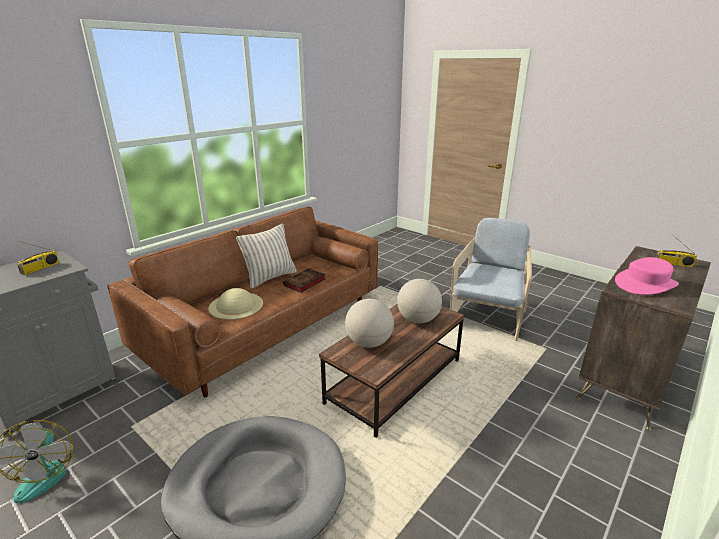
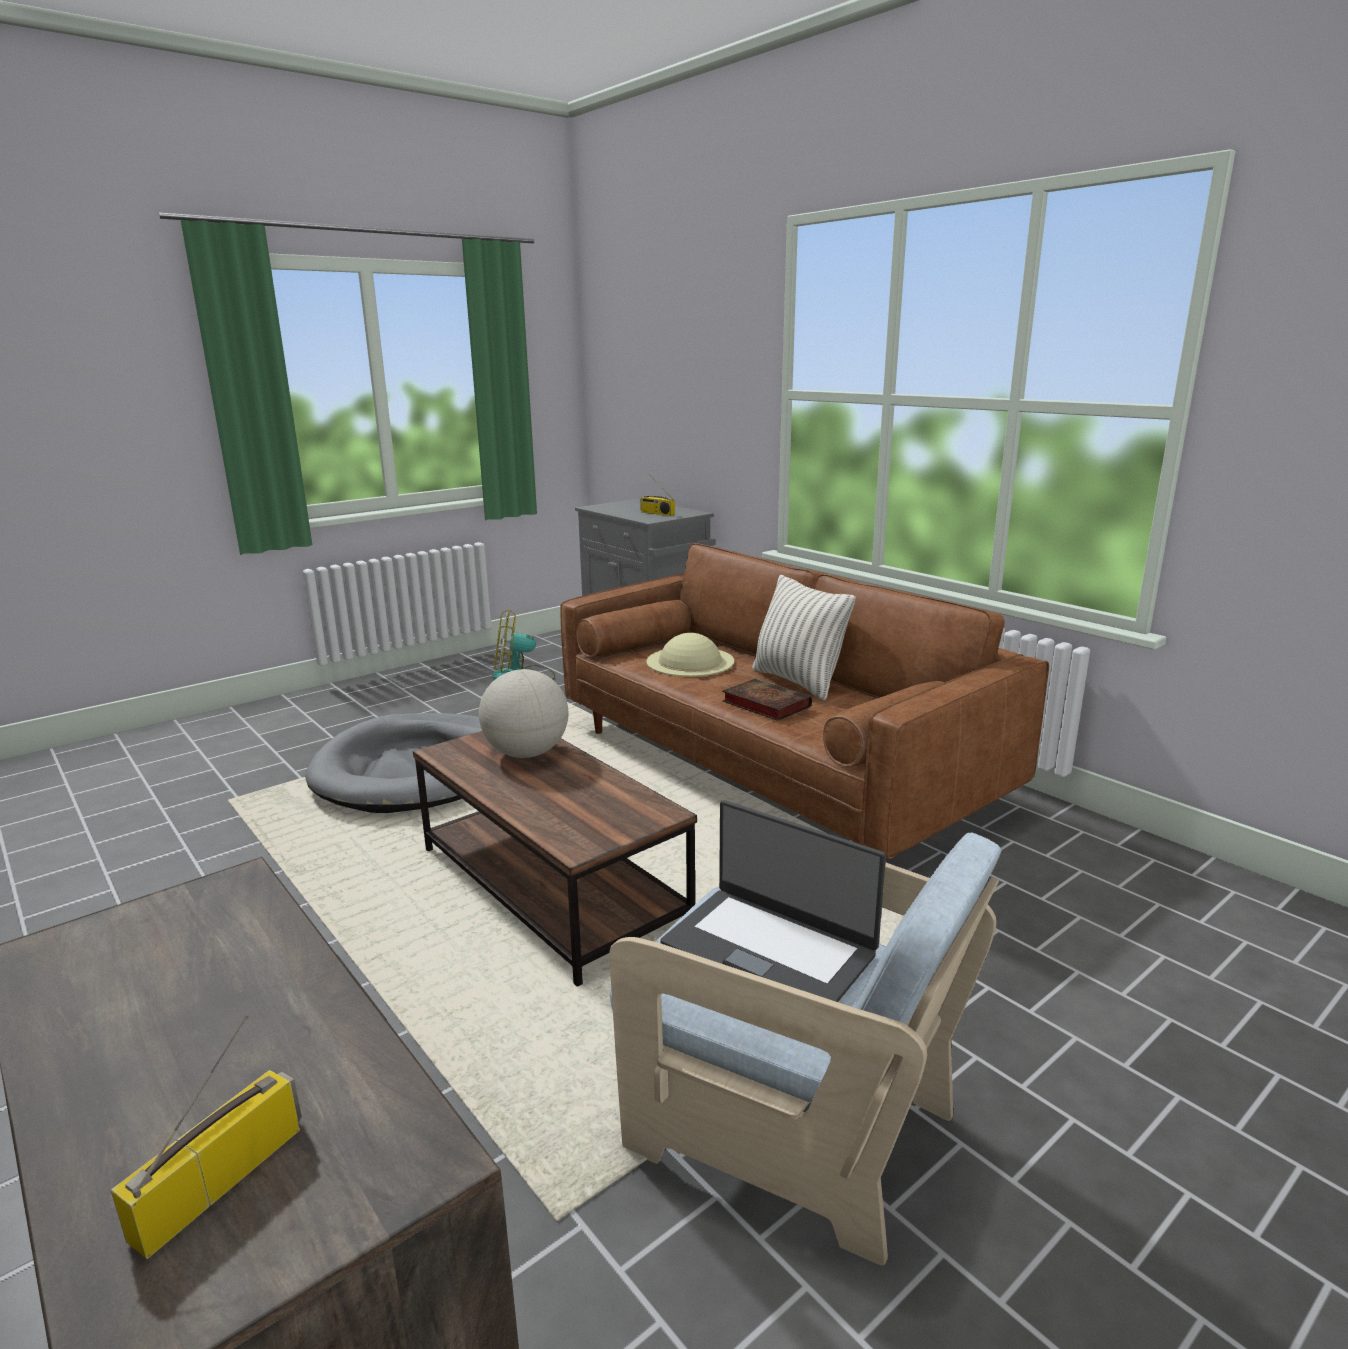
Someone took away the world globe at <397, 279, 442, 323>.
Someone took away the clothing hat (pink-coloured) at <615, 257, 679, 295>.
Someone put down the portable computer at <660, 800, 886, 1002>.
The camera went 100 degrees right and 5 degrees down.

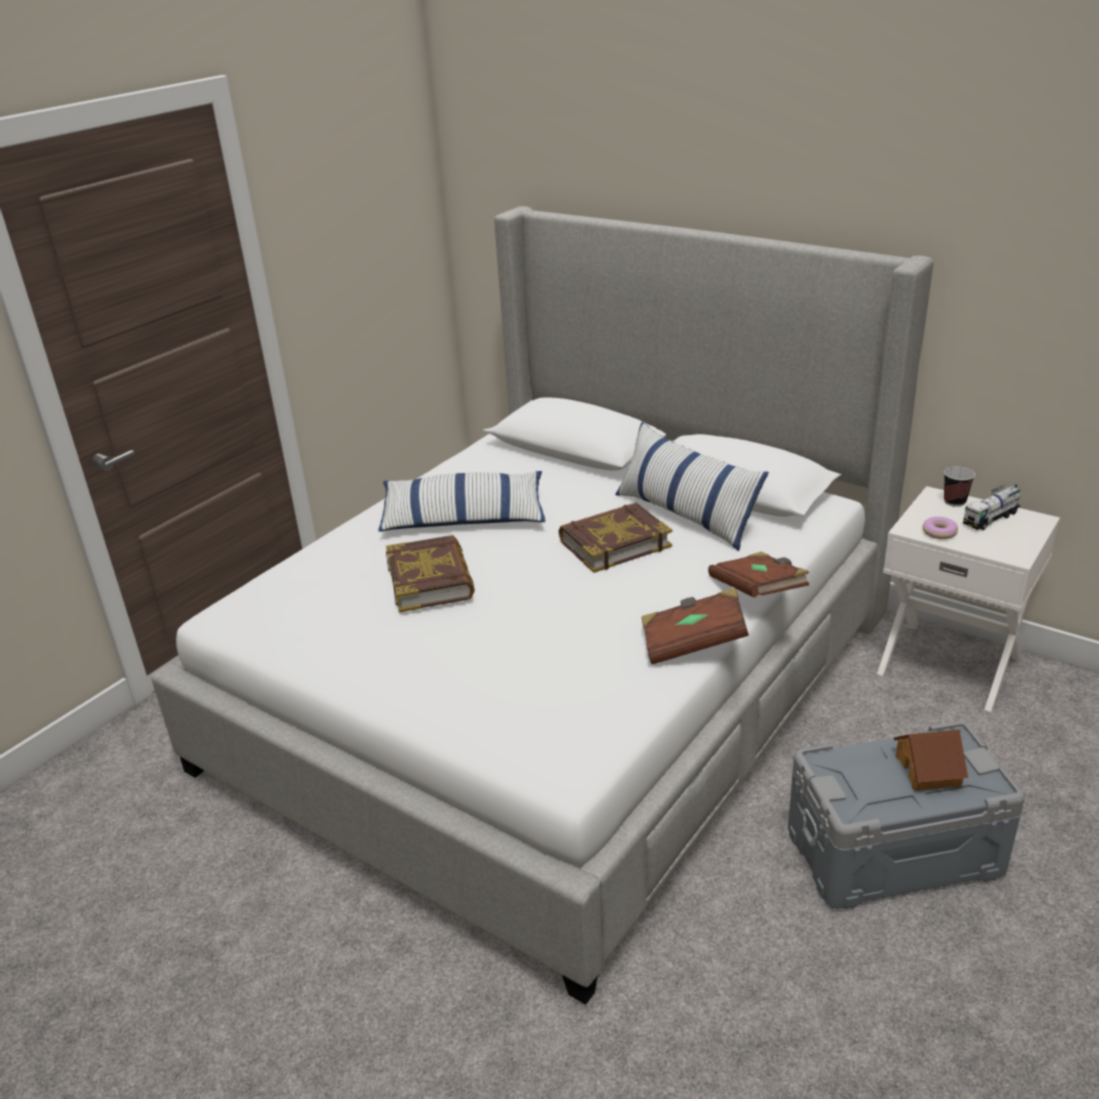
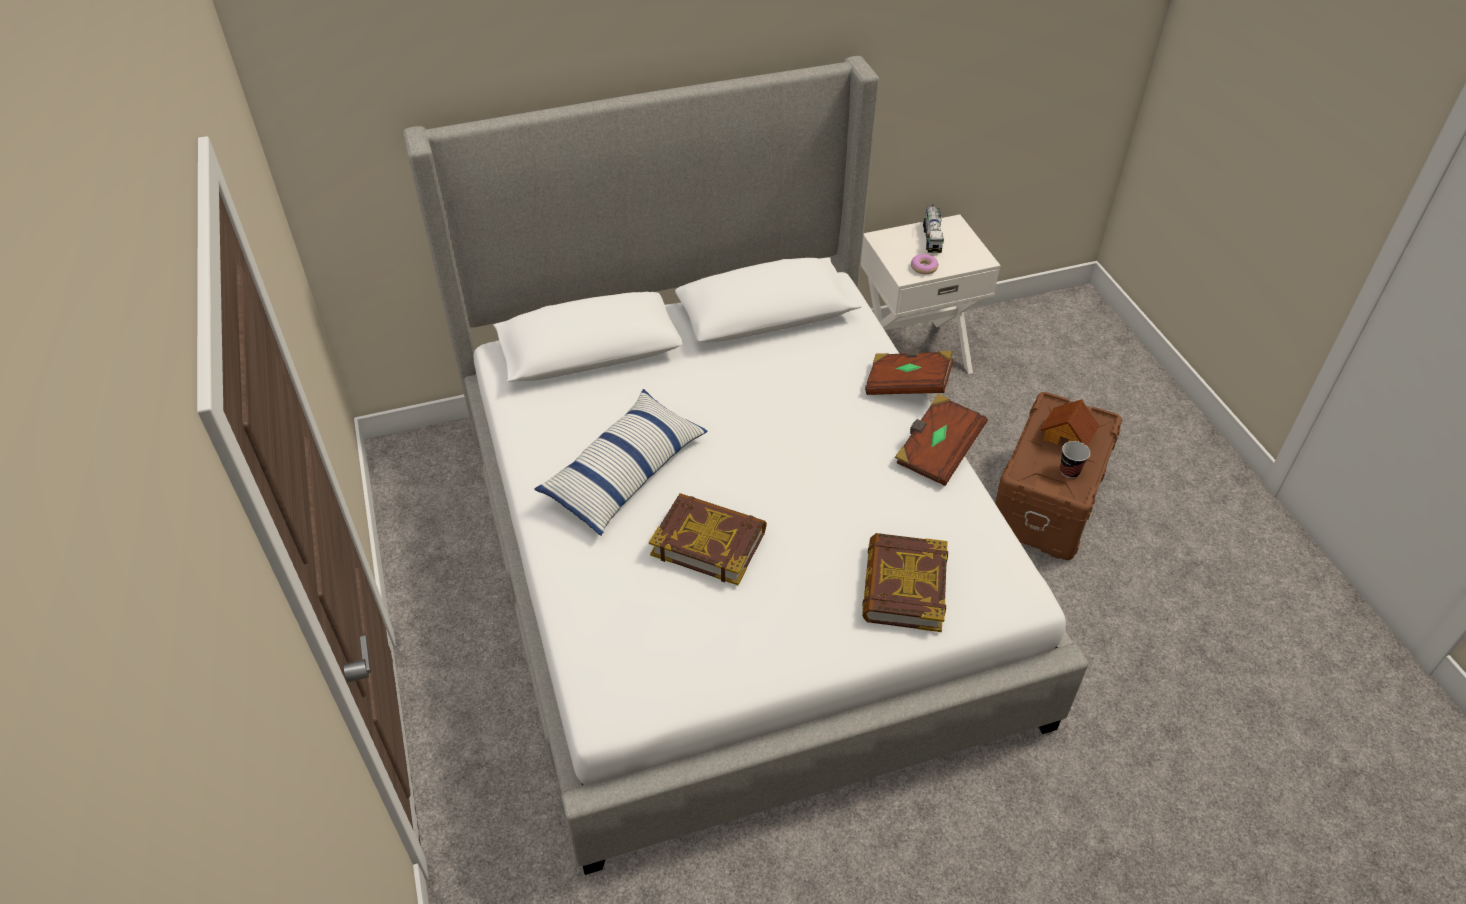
Someone carried the book from <559, 503, 672, 573> to <862, 533, 948, 632>.
Someone took away the throw pillow at <615, 422, 769, 551>.
Someone repainted the storage container (grey) at <788, 722, 1025, 909>, which became the storage container (brown) at <995, 392, 1122, 560>.
Someone carried the small cup from <944, 466, 975, 507> to <1060, 441, 1090, 478>.
The camera went 55 degrees left and 15 degrees up.

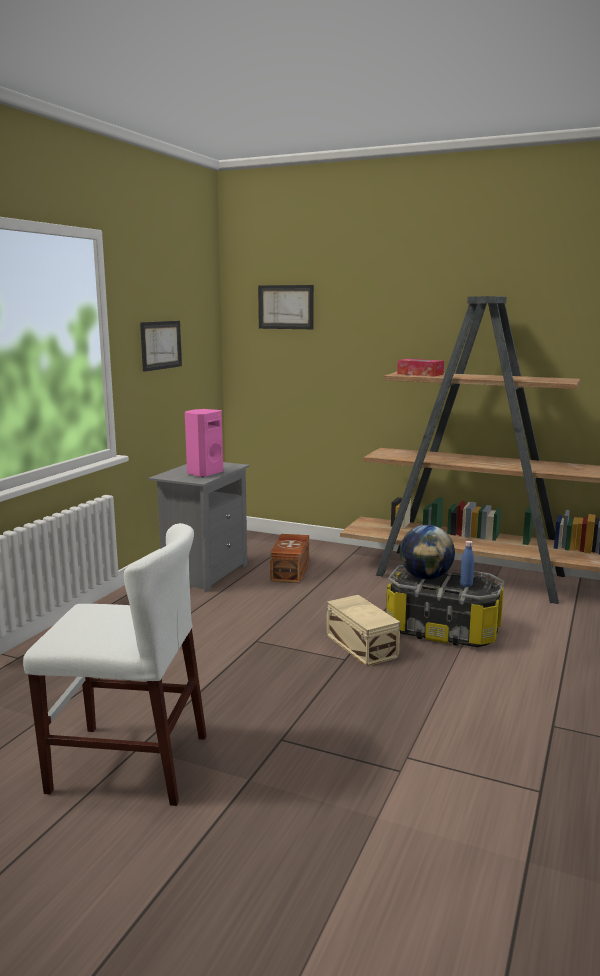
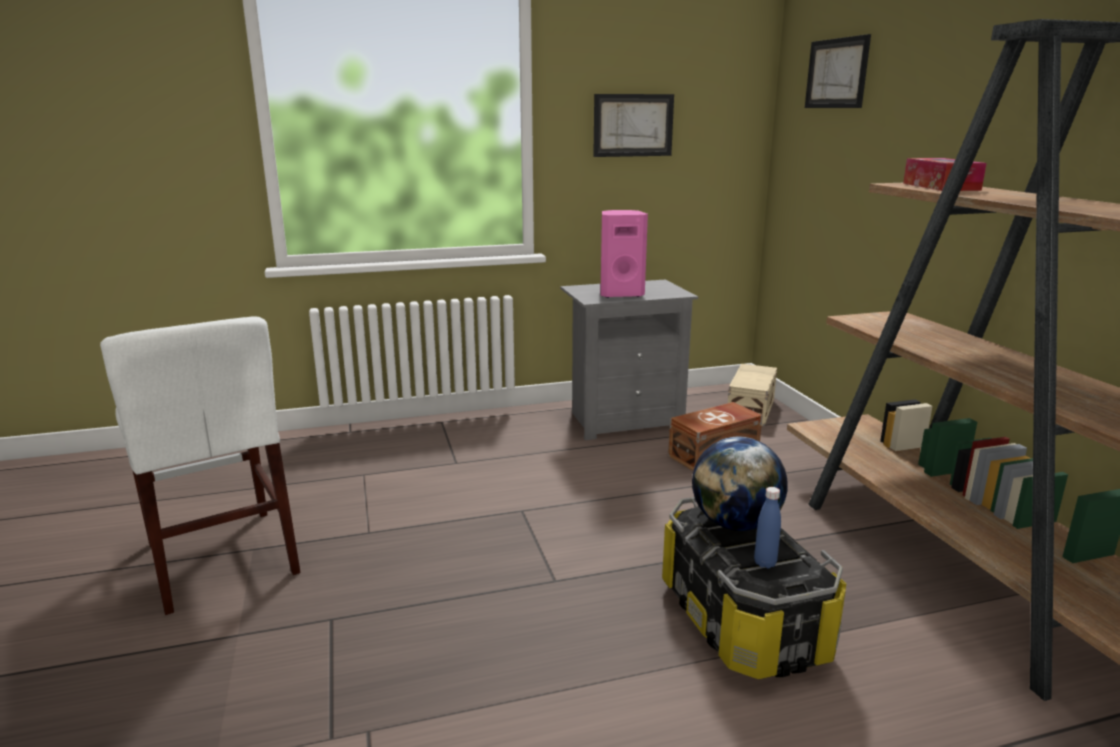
Someone carried the storage container (beige-coloured) from <327, 595, 400, 667> to <728, 364, 777, 427>.
The camera went 50 degrees right and 5 degrees up.

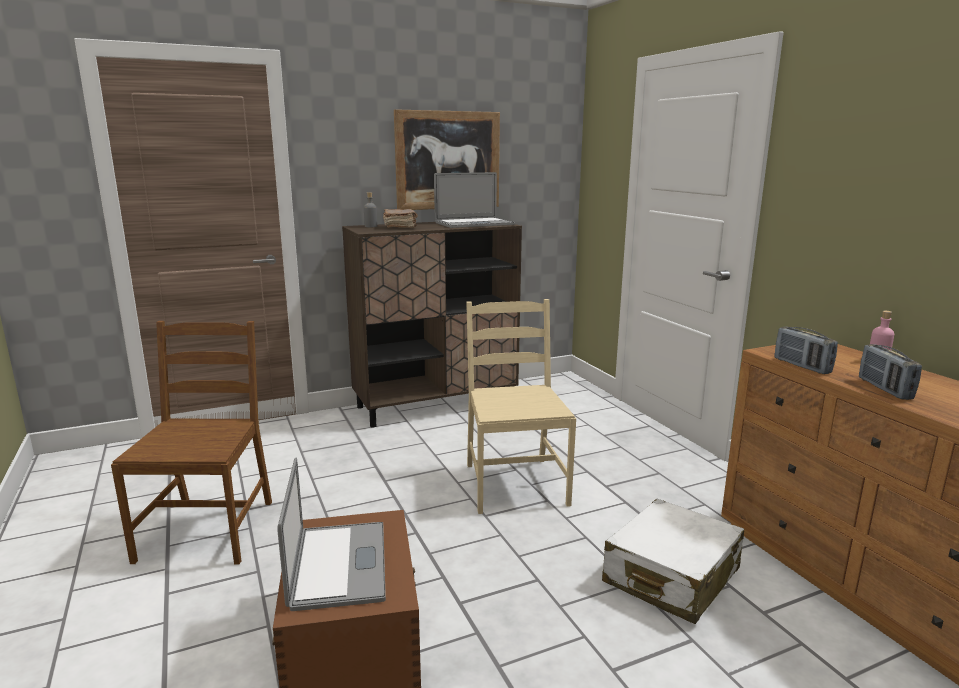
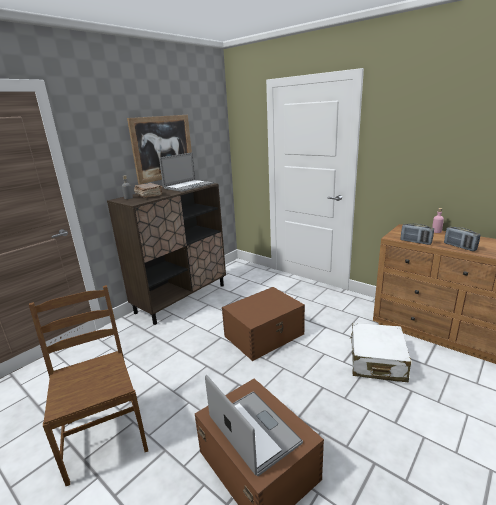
Someone swapped the plain chair (beige-coloured) at <466, 299, 576, 514> for the storage container (brown) at <222, 287, 305, 361>.
The camera went 25 degrees left and 5 degrees up.

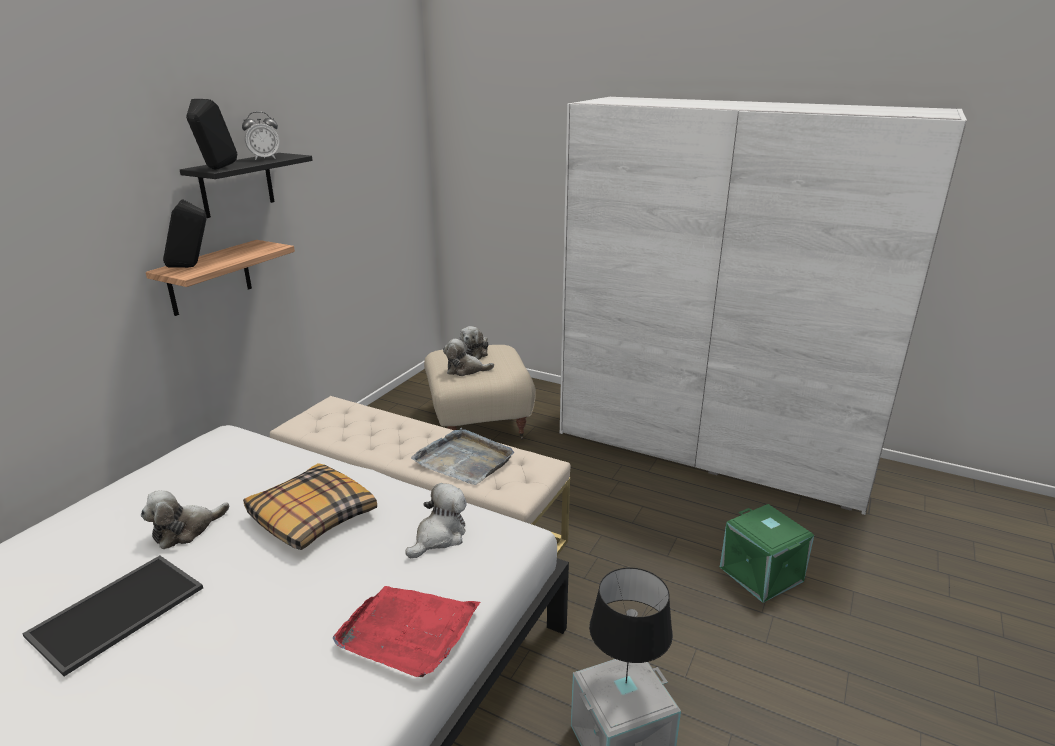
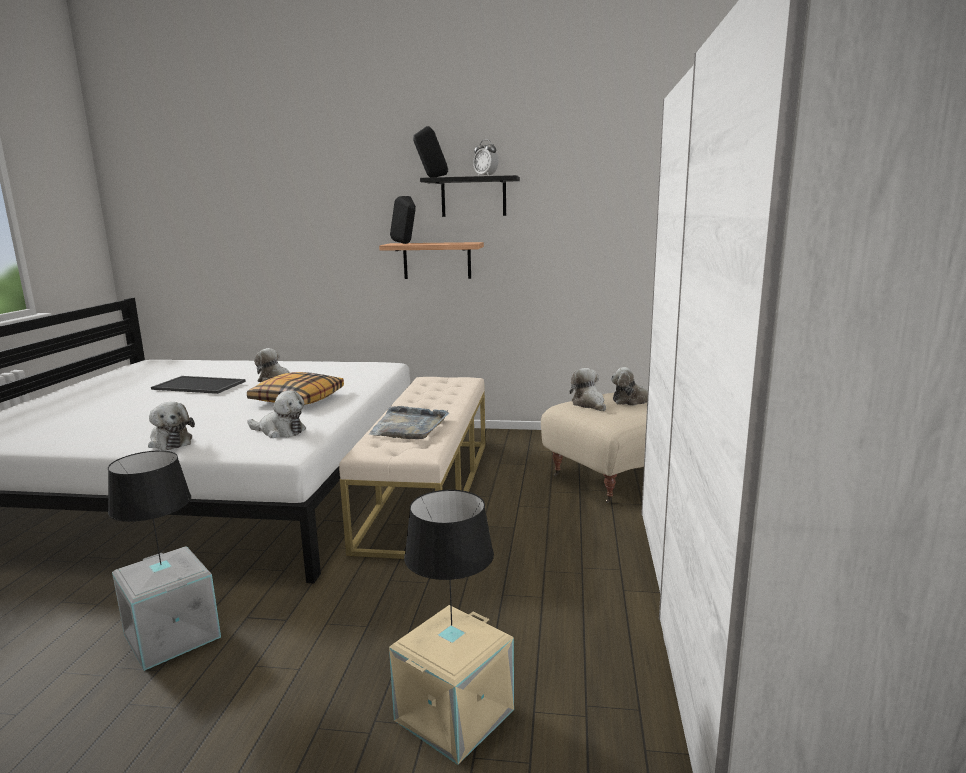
Someone swapped the serving tray (red-coloured) at <333, 586, 480, 677> for the soft toy at <148, 402, 195, 450>.
Someone repainted the storage container (green) at <720, 504, 814, 603>, which became the storage container (beige-coloured) at <389, 605, 514, 765>.
Someone put down the table lamp (blackish) at <404, 490, 494, 626>.
The camera went 70 degrees right and 10 degrees down.

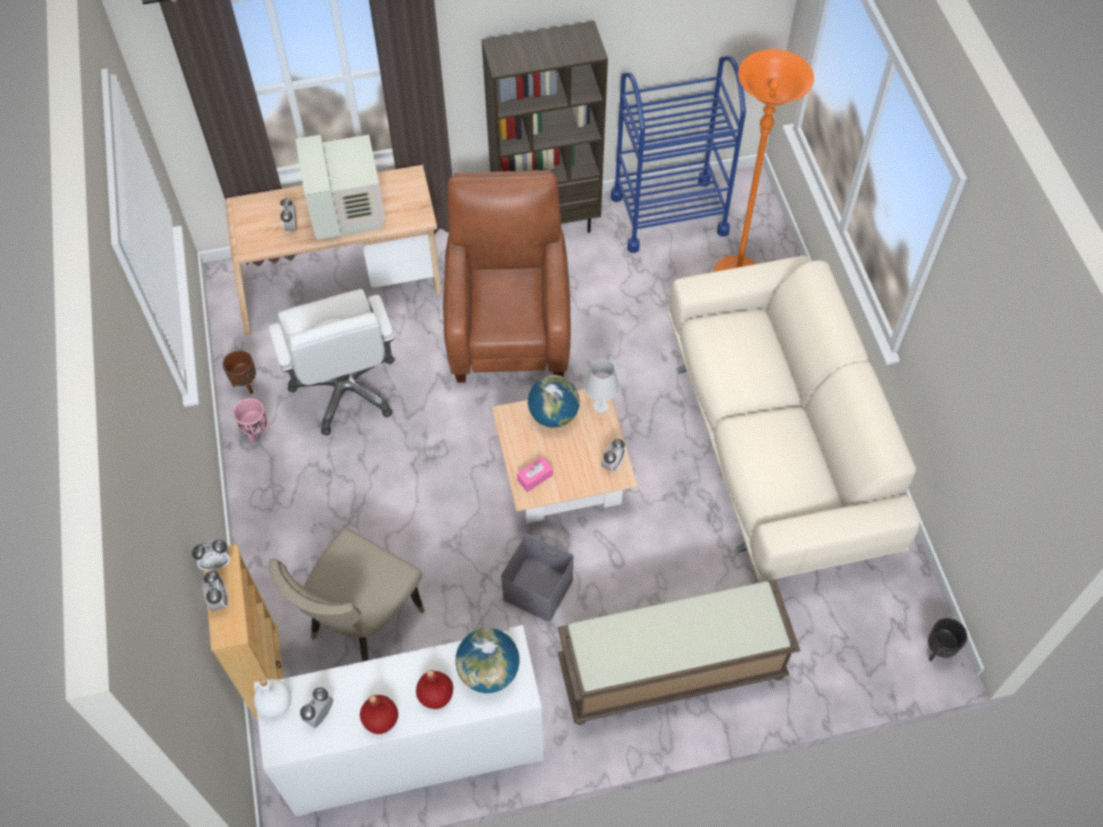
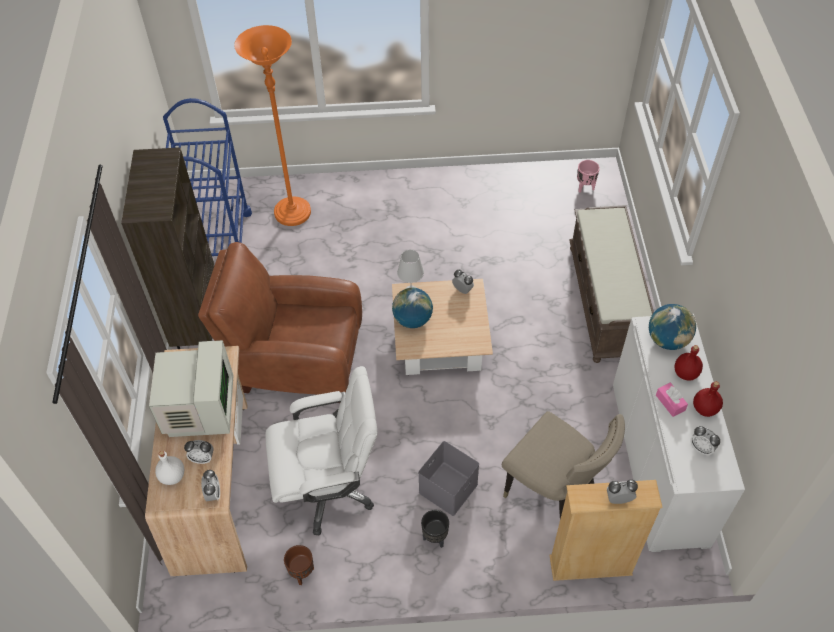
Someone carried the bedside clock from <192, 540, 230, 571> to <201, 470, 220, 501>.
Someone carried the flower pot (pink-coloured) from <233, 398, 270, 444> to <577, 160, 600, 193>.
Someone carried the drink bottle (white) from <254, 678, 291, 717> to <155, 451, 184, 485>.
Someone rotated the computer display at <296, 134, 386, 240> by 90 degrees counterclockwise.
Someone carried the storage container (grey) from <501, 534, 574, 622> to <418, 441, 479, 516>.
Someone carried the tissue holder (pink-coloured) from <517, 457, 553, 492> to <656, 383, 688, 417>.
Someone took away the settee (beige-coloured) at <668, 255, 920, 582>.
Someone carried the flower pot (blackish) from <928, 618, 967, 661> to <421, 510, 449, 548>.
The camera went 80 degrees left and 5 degrees down.

